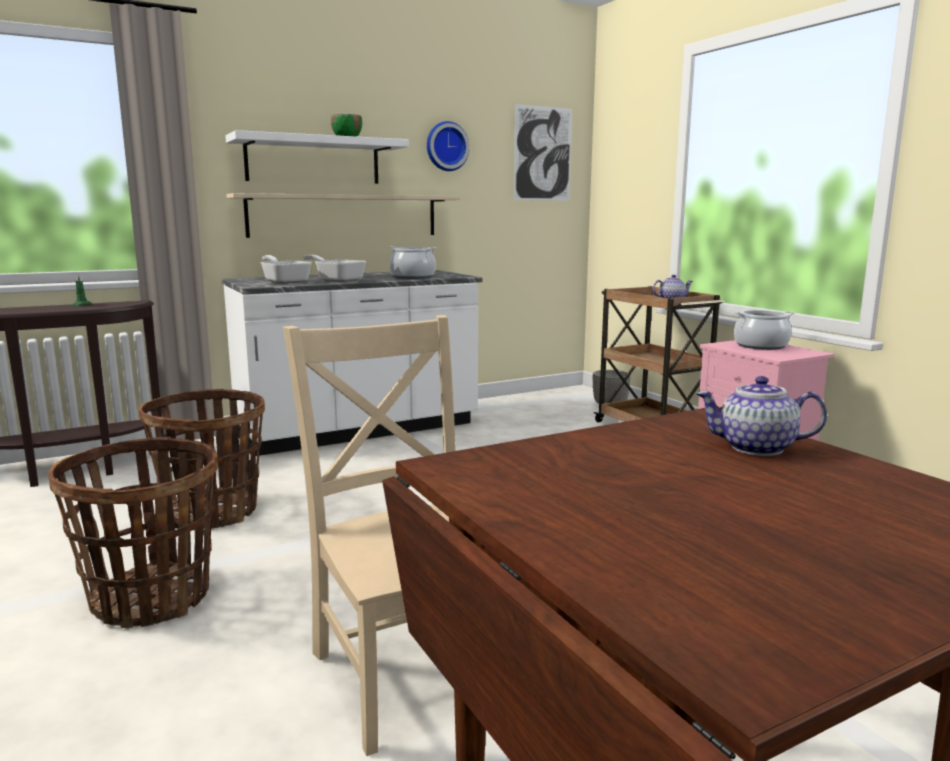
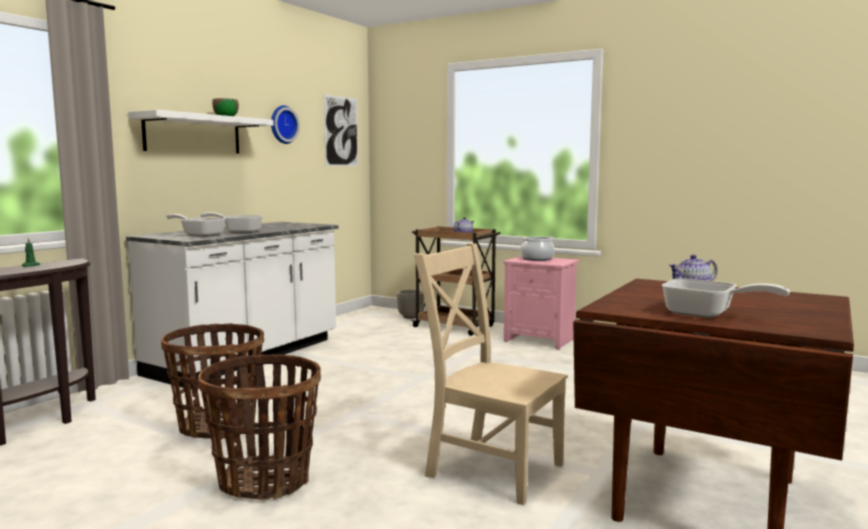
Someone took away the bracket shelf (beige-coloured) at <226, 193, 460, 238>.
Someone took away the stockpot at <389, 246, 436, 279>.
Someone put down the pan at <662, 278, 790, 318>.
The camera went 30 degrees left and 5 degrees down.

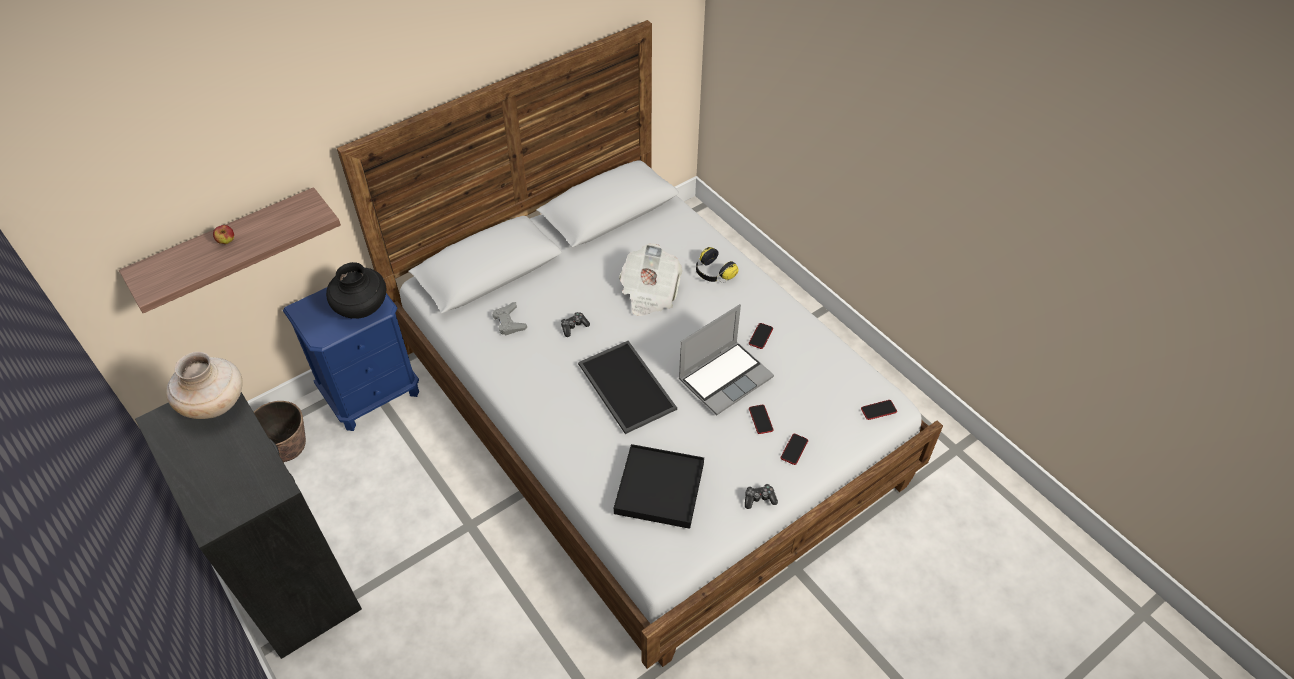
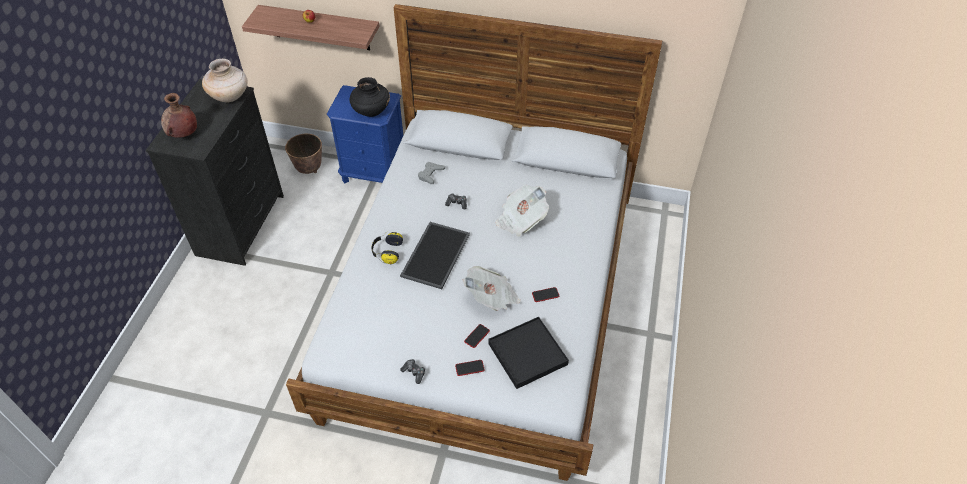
Someone carried the serving tray (blackish) from <614, 444, 704, 529> to <488, 317, 569, 389>.
Someone swapped the portable computer at <679, 304, 774, 415> for the newspaper at <463, 266, 521, 311>.
Someone carried the pair of headphones from <696, 247, 739, 283> to <372, 232, 403, 264>.
Someone took away the telephone at <861, 400, 897, 420>.
Someone put down the vase (brown) at <161, 93, 197, 138>.
The camera went 50 degrees right and 0 degrees up.

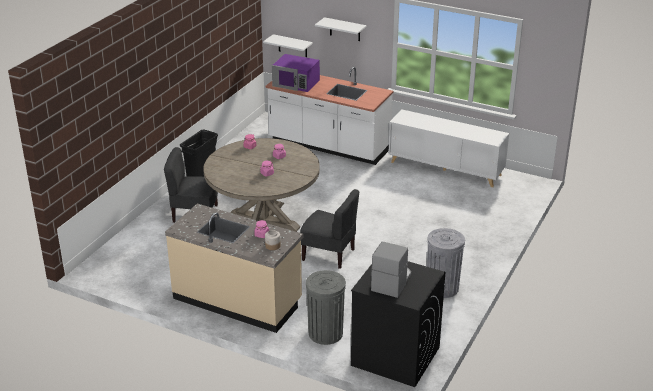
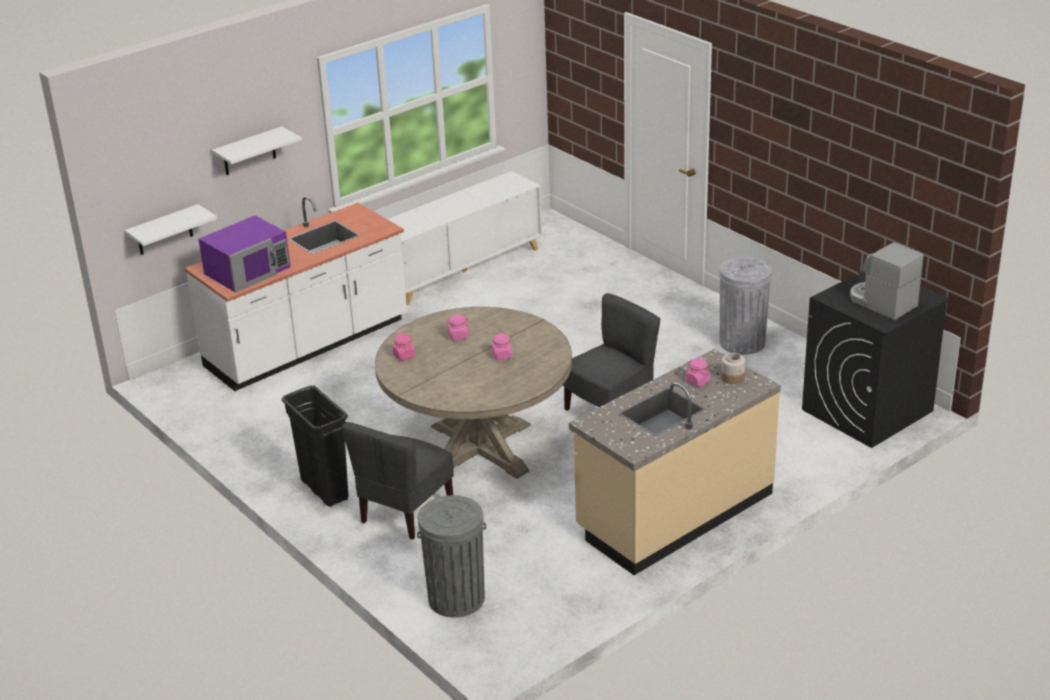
Someone carried the waste bin (grey) from <306, 270, 346, 345> to <417, 495, 486, 618>.
The camera went 65 degrees left and 0 degrees up.

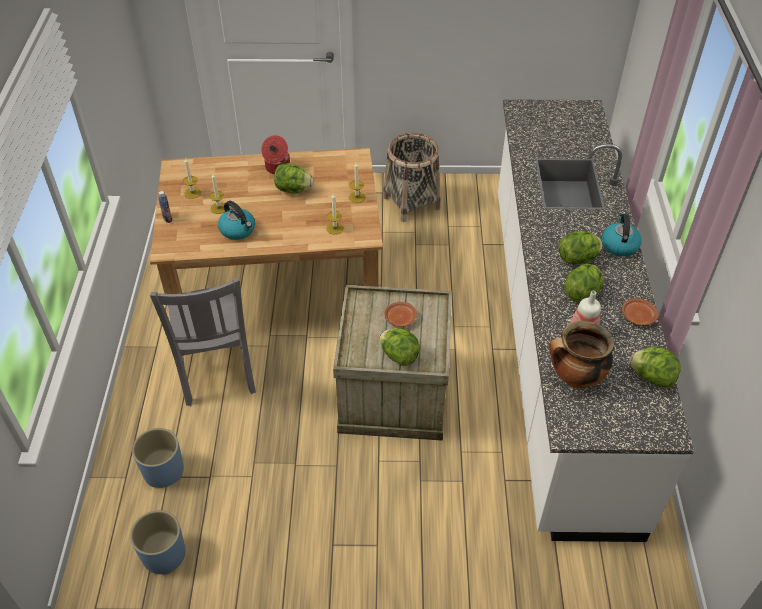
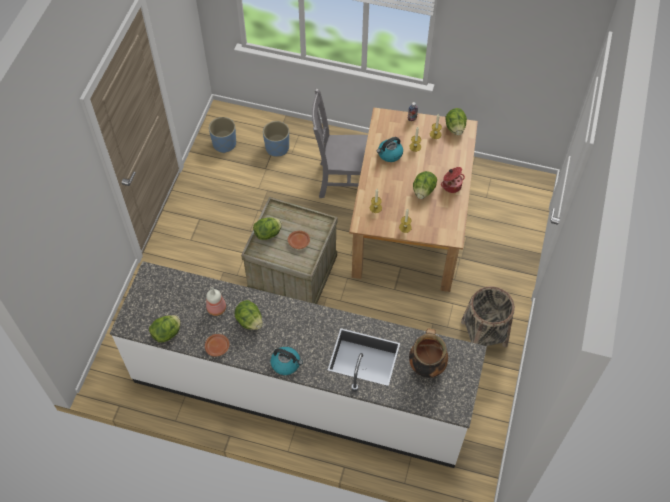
Someone carried the stockpot from <549, 321, 614, 388> to <409, 328, 448, 378>.
Someone carried the lettuce head from <559, 231, 603, 264> to <445, 108, 467, 135>.
The camera went 105 degrees right and 10 degrees up.

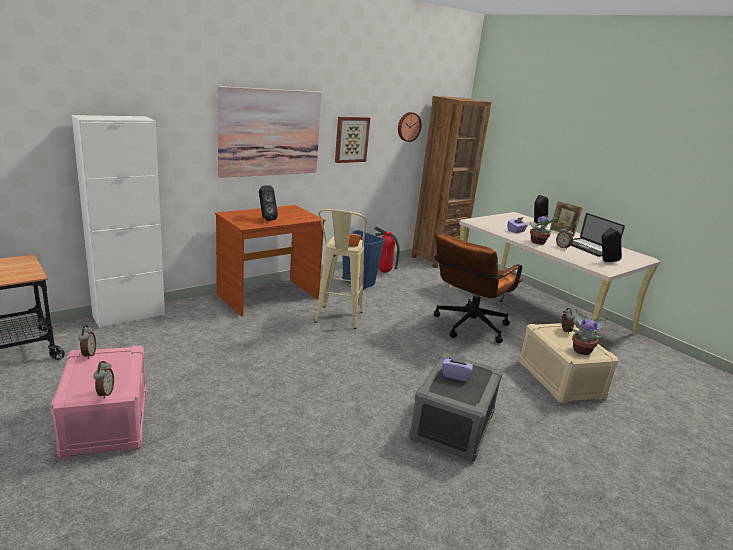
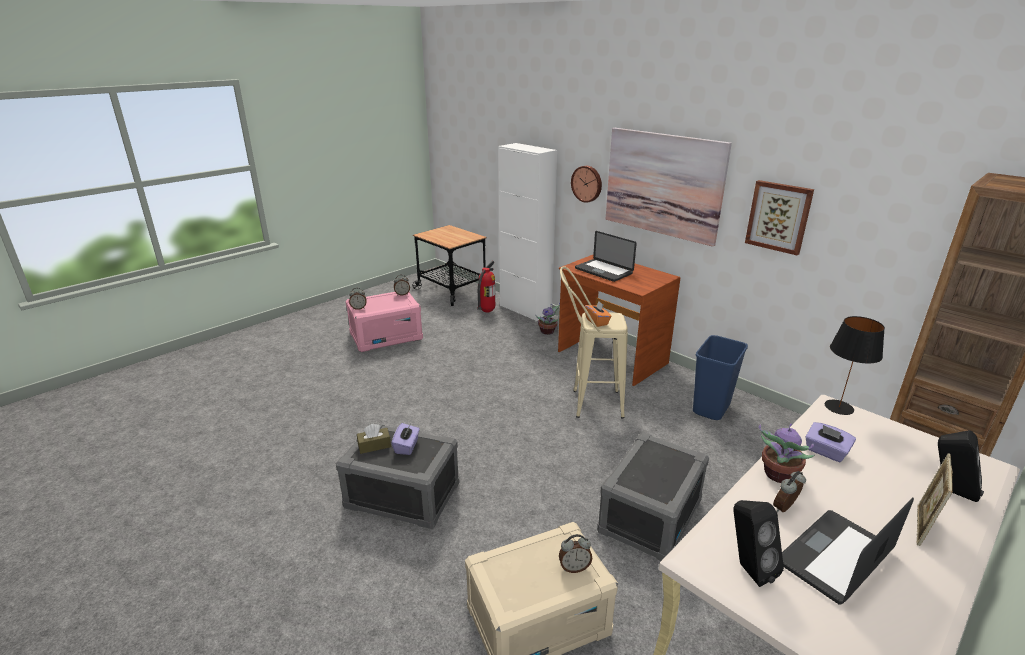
Someone swapped the loudspeaker (blackish) at <259, 185, 278, 221> for the portable computer at <575, 231, 637, 282>.
Someone carried the fire-fighting cylinder from <374, 227, 400, 273> to <477, 261, 495, 313>.
Someone carried the clock on the wall from <398, 112, 422, 142> to <571, 166, 602, 203>.
Someone swapped the desk chair (brown) at <434, 232, 523, 343> for the storage container (grey) at <597, 432, 709, 561>.
Someone carried the houseplant from <571, 310, 608, 355> to <536, 302, 560, 335>.
Someone put down the tissue holder (brown) at <357, 424, 391, 454>.
Someone put down the table lamp (blackish) at <825, 316, 885, 415>.
The camera went 85 degrees right and 5 degrees up.

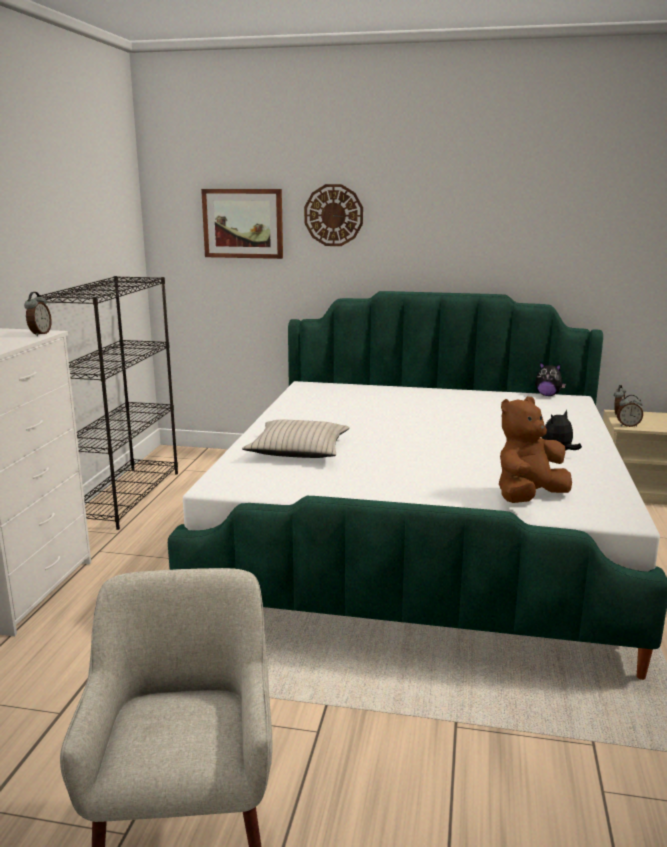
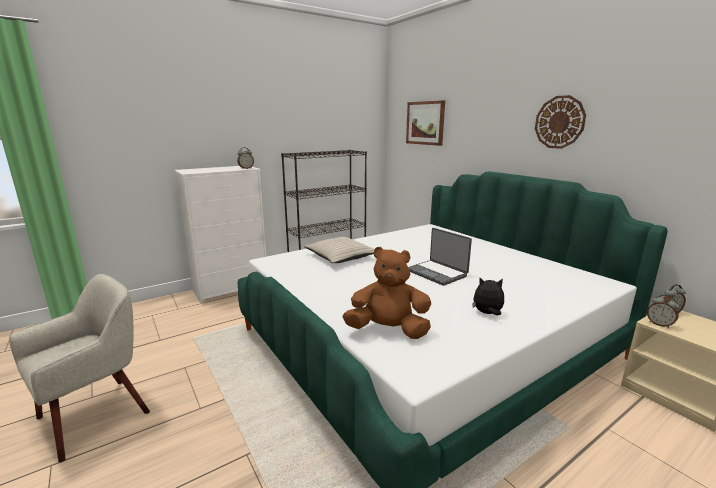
Someone carried the clock on the wall from <304, 184, 363, 246> to <535, 95, 586, 149>.
Someone took away the soft toy at <535, 362, 566, 396>.
Someone put down the portable computer at <408, 228, 472, 286>.
The camera went 45 degrees right and 0 degrees up.

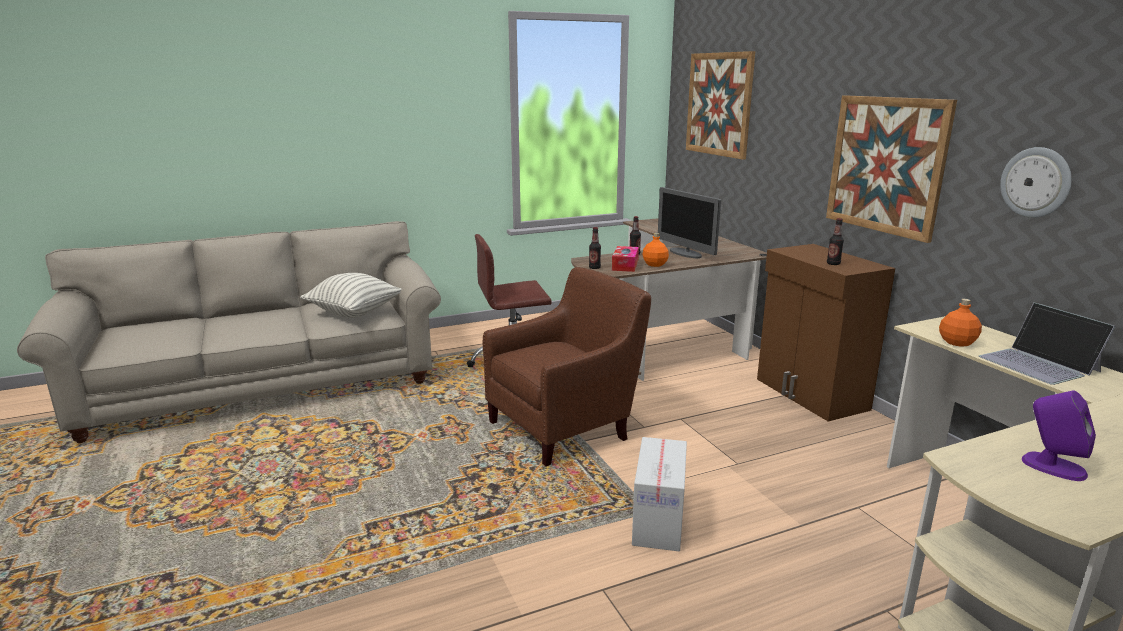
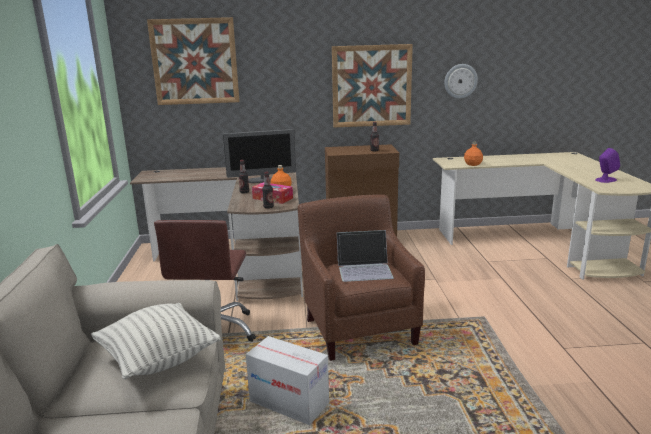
Someone carried the cardboard box from <632, 437, 687, 552> to <246, 336, 329, 425>.
Someone carried the portable computer from <979, 302, 1116, 385> to <337, 230, 394, 282>.
The camera went 70 degrees left and 0 degrees up.

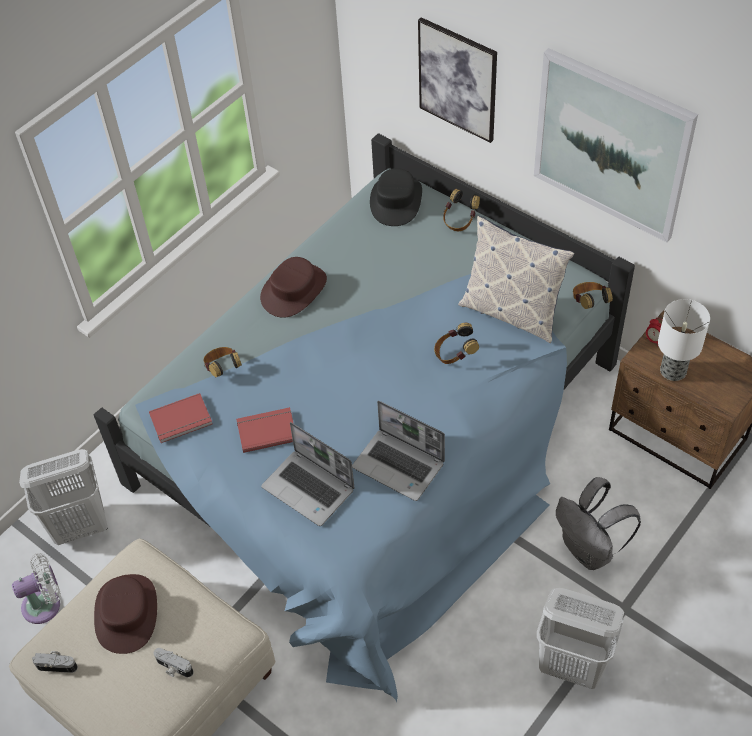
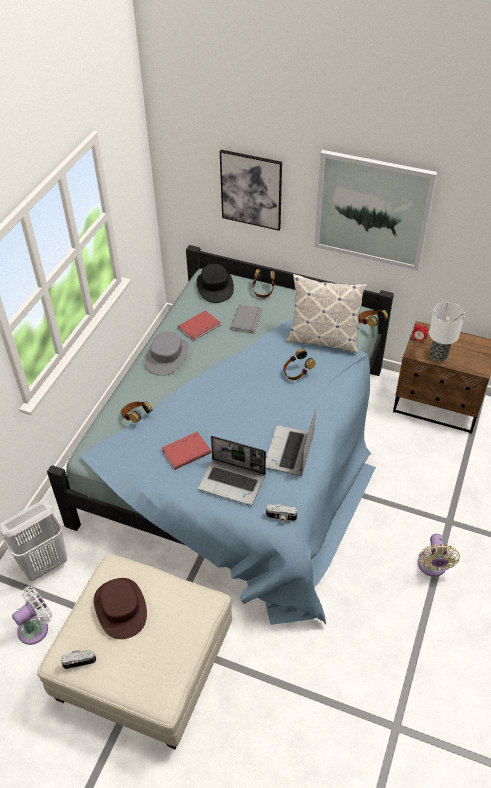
Someone carried the book (red-coloured) from <149, 393, 212, 443> to <178, 310, 221, 341>.
Someone carried the photo camera from <154, 648, 194, 677> to <266, 505, 297, 523>.
Someone repainted the clothing hat (brown) at <260, 257, 327, 318>, which became the clothing hat (grey) at <144, 331, 189, 376>.
Someone rotated the portable computer at <352, 401, 445, 501> by 90 degrees clockwise.
Someone swapped the hamper (white) at <537, 588, 624, 689> for the cooling fan (beige-coloured) at <418, 534, 460, 577>.
Someone took away the knapsack (grey) at <556, 477, 641, 570>.
Someone put down the book (grey) at <230, 304, 262, 334>.
The camera went 20 degrees left and 5 degrees down.

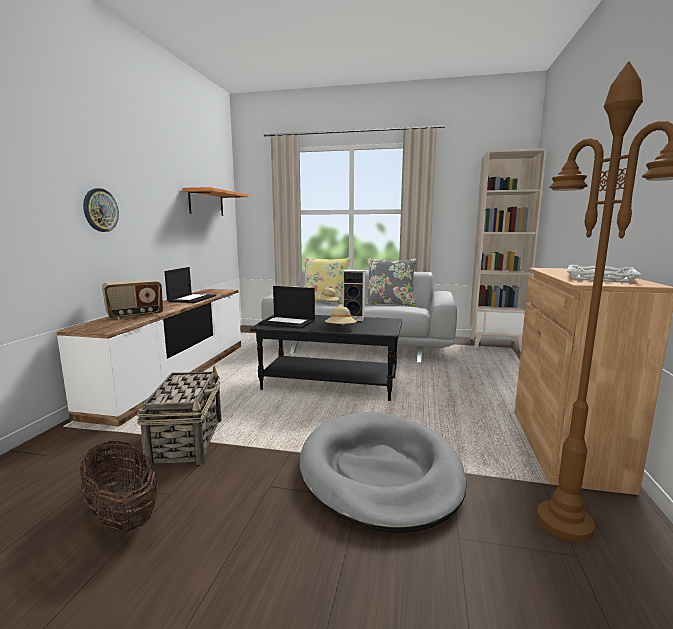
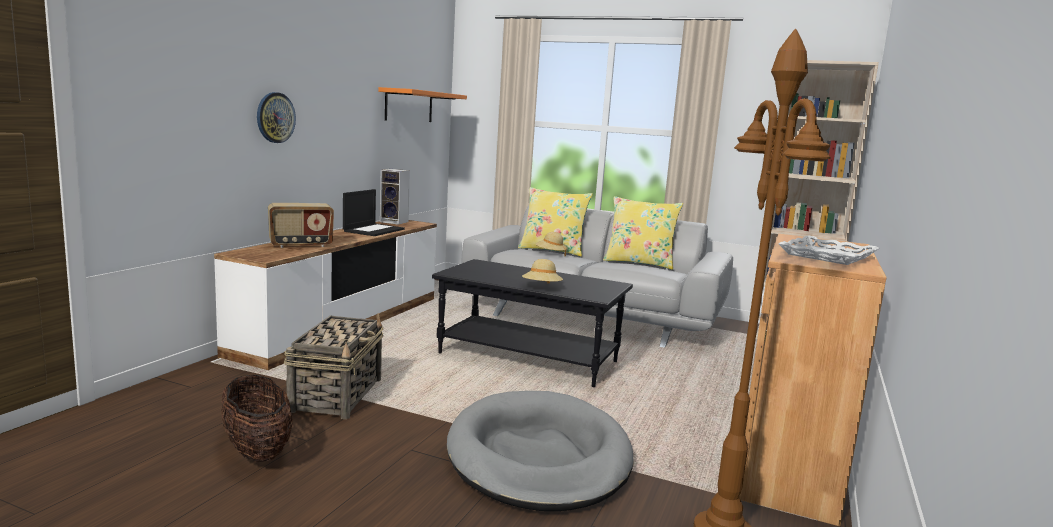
Someone took away the portable computer at <258, 286, 315, 329>.
Someone carried the loudspeaker from <343, 269, 365, 321> to <380, 169, 410, 225>.
Someone repainted the throw pillow (grey) at <365, 258, 417, 306>, which became the throw pillow (yellow) at <603, 196, 683, 270>.
The camera went 10 degrees right and 0 degrees up.

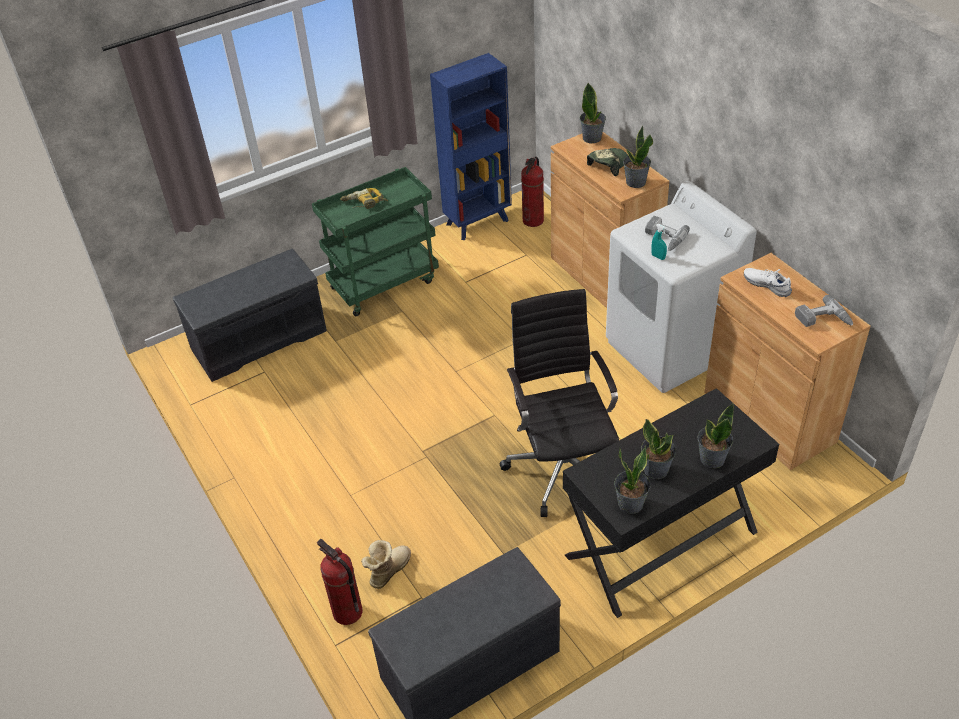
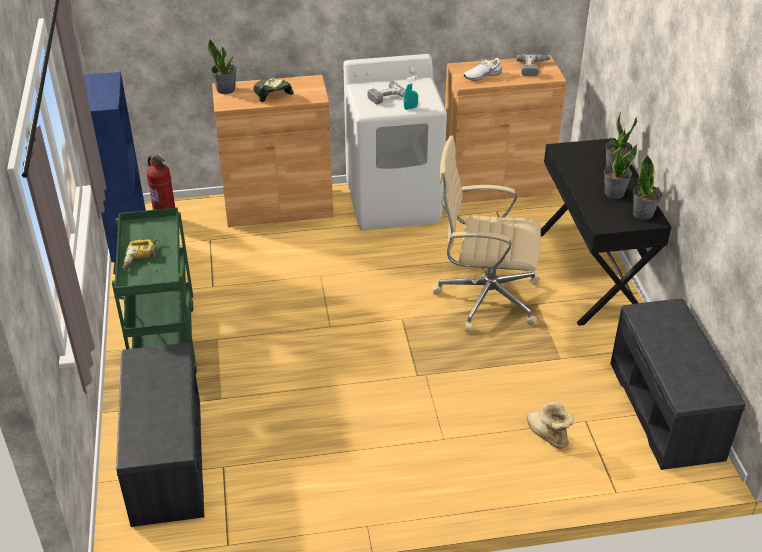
Someone took away the fire-fighting cylinder at <317, 539, 362, 625>.
Someone repainted the desk chair (blackish) at <500, 289, 619, 517>, which became the desk chair (beige-coloured) at <432, 135, 541, 332>.
Someone took away the houseplant at <623, 125, 653, 188>.
The camera went 70 degrees left and 5 degrees down.

